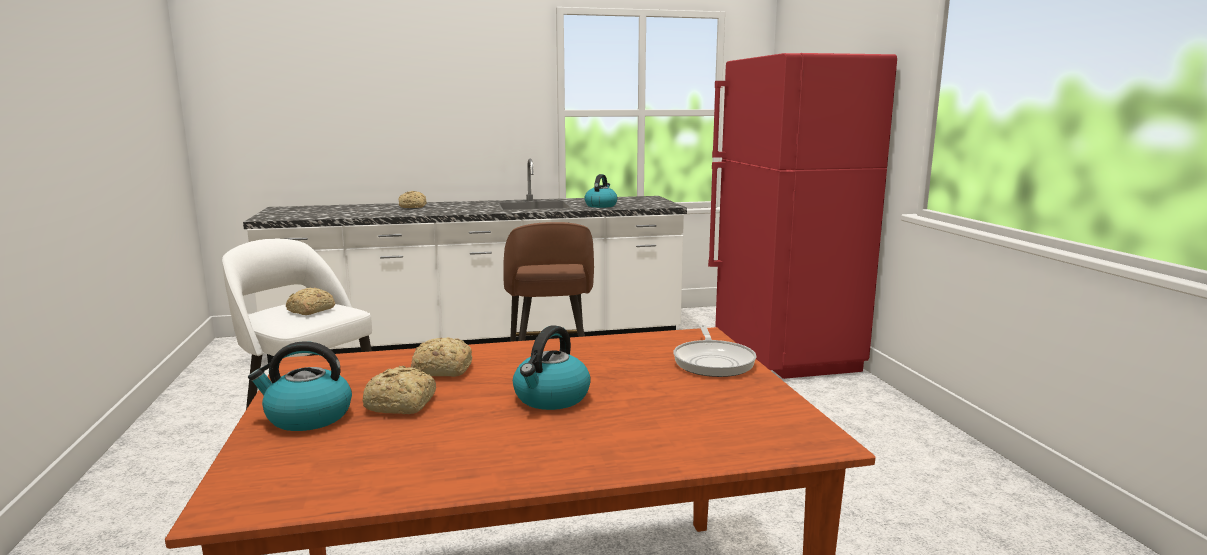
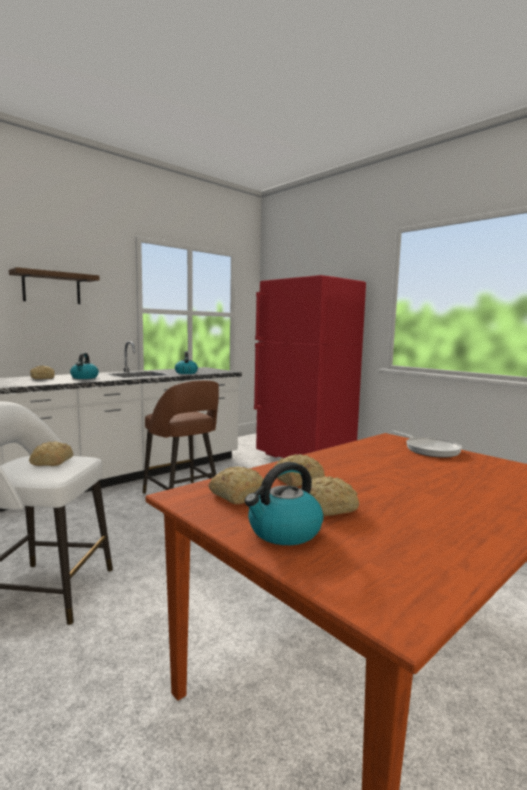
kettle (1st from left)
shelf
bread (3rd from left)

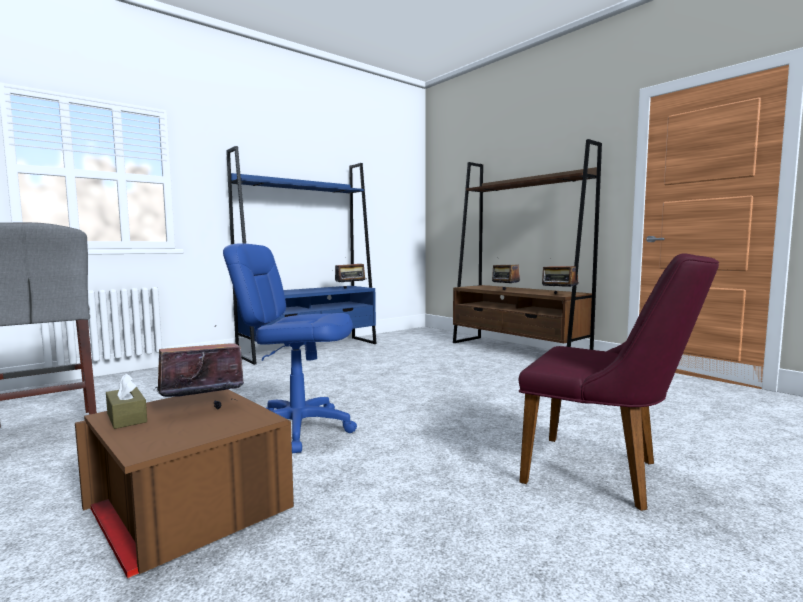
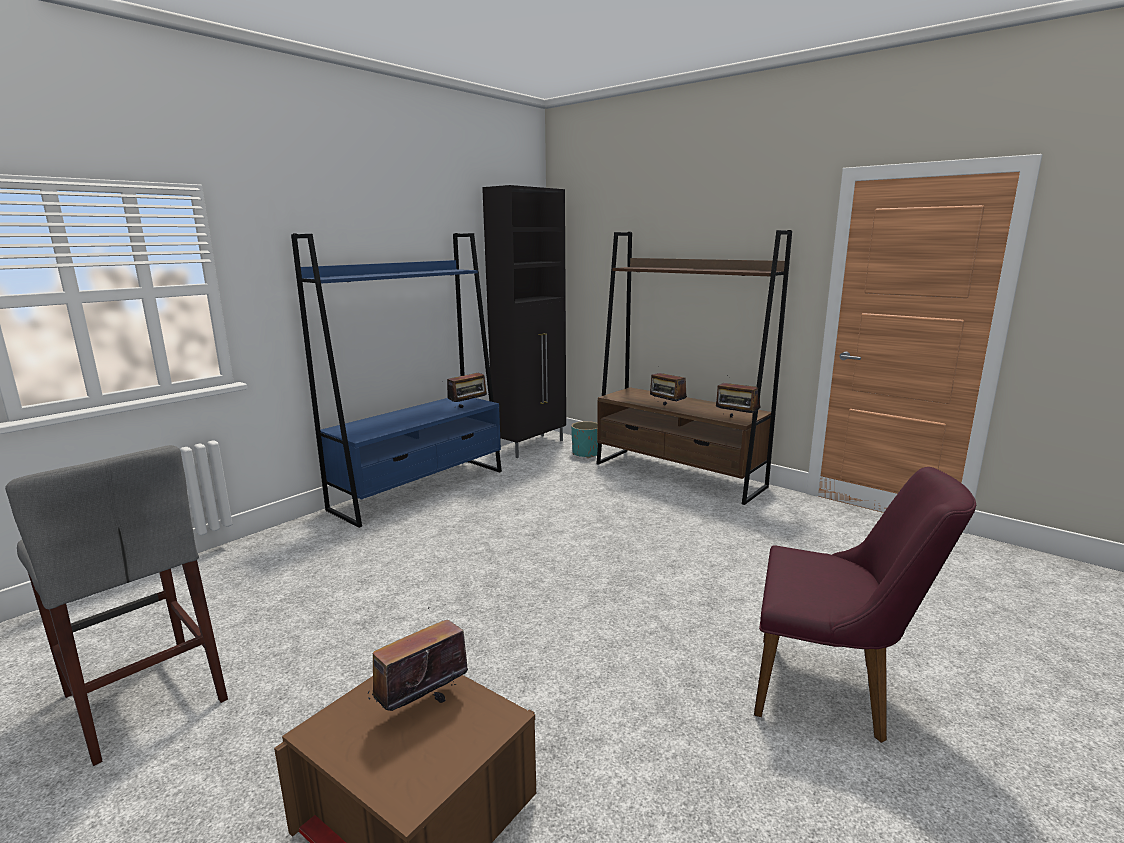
tissue box/brown
office chair/blue
cabinet/black
planter/turquoise

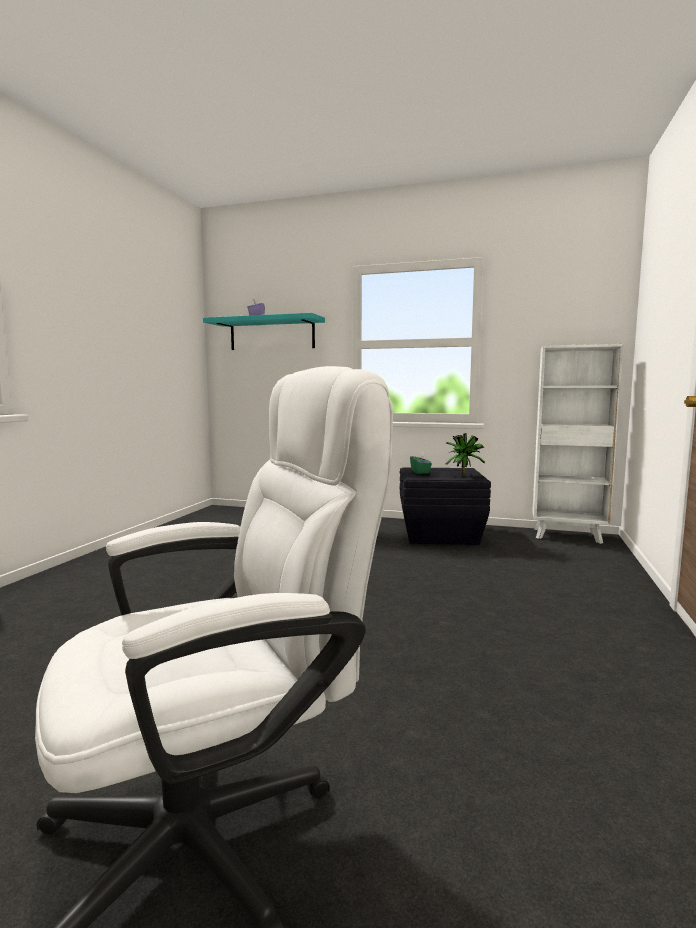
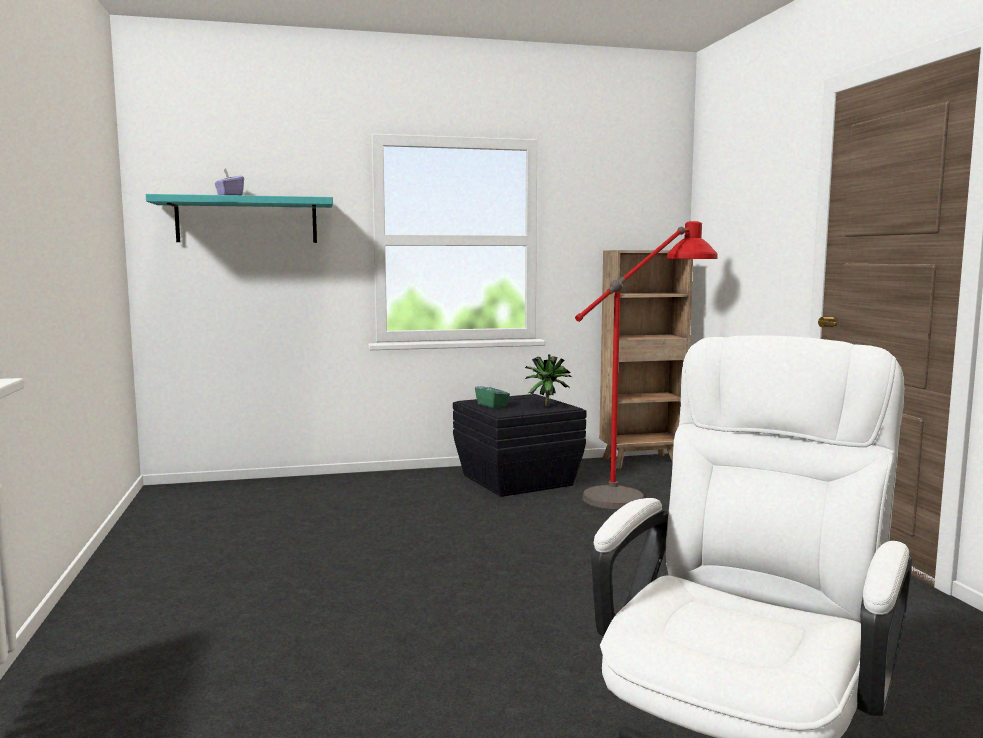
bookcase/brown
floor lamp/red

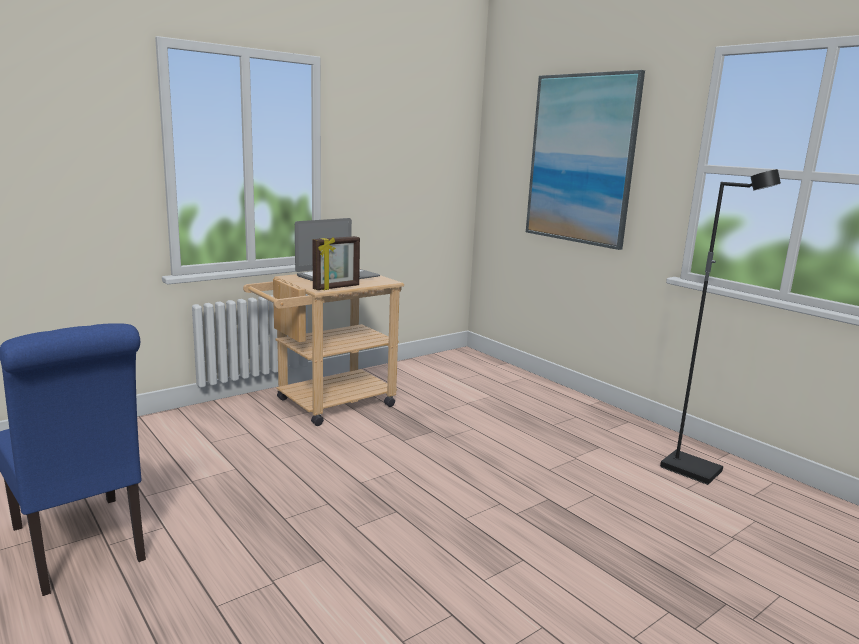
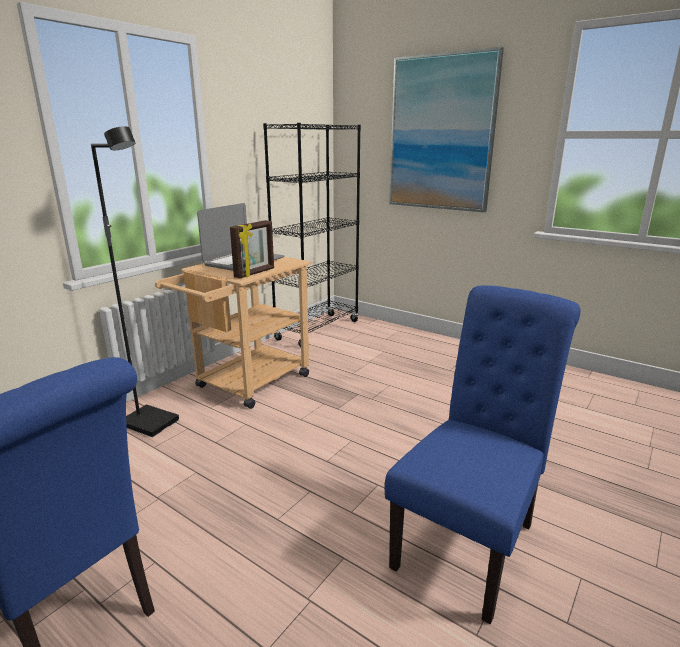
floor lamp/black
bookcase/black
chair/blue (2nd from left)

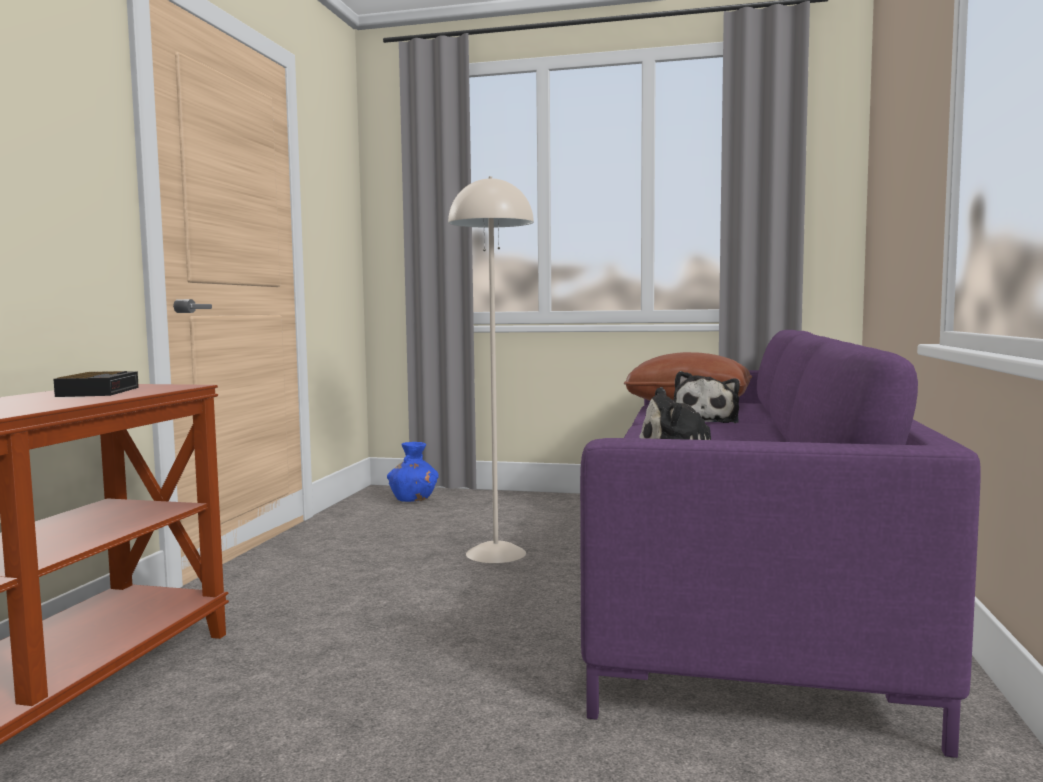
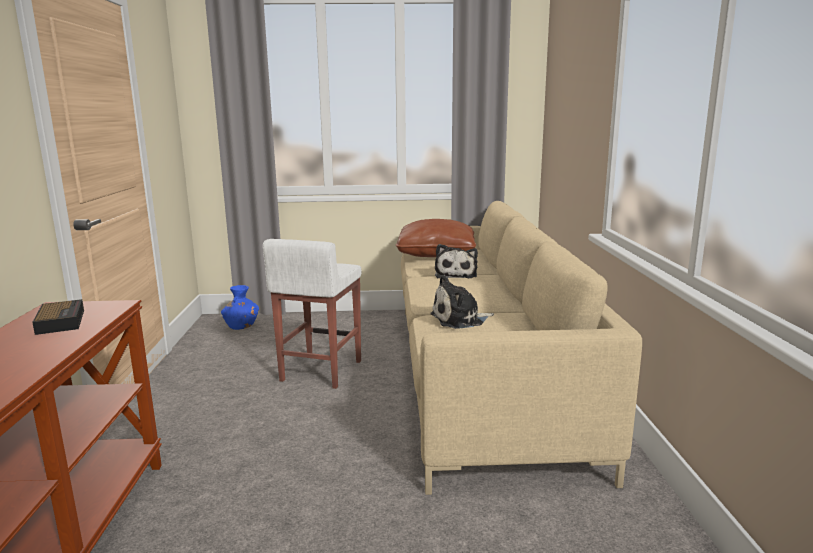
stool/white
sofa/beige

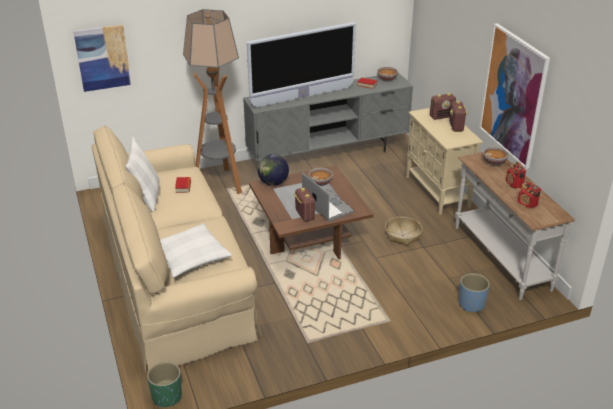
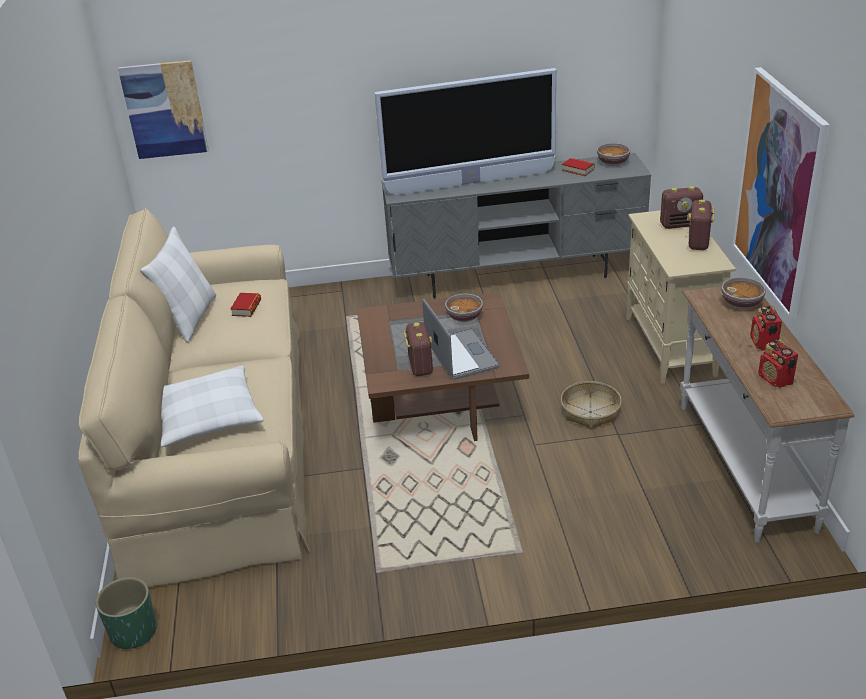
floor lamp
globe
planter/blue

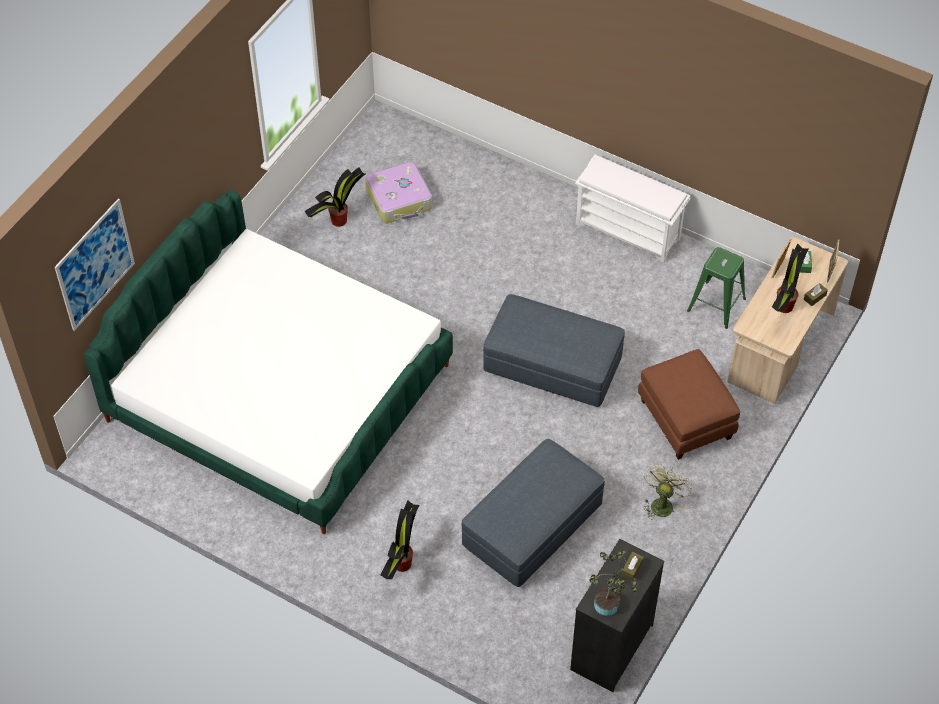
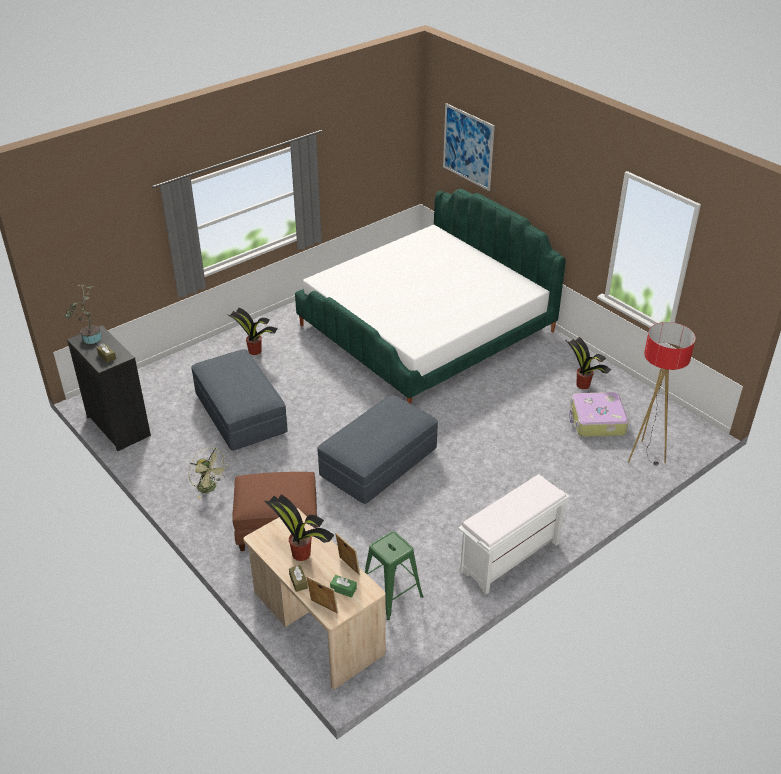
floor lamp

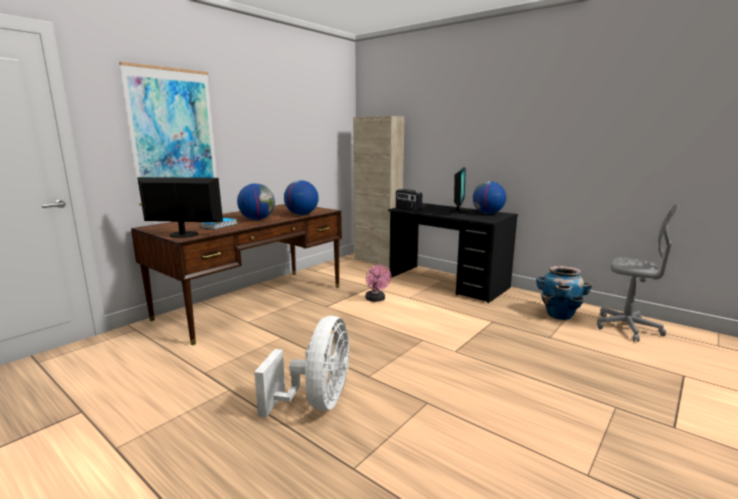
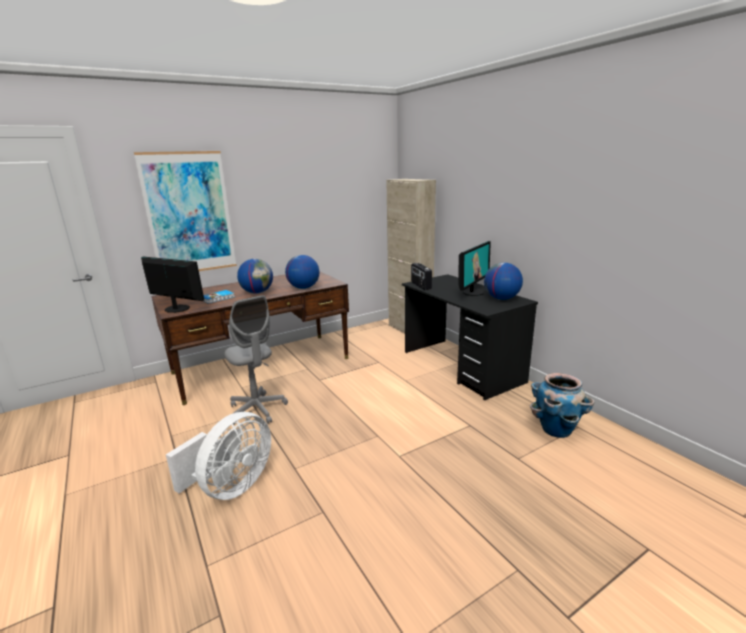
fan/pink
office chair/grey

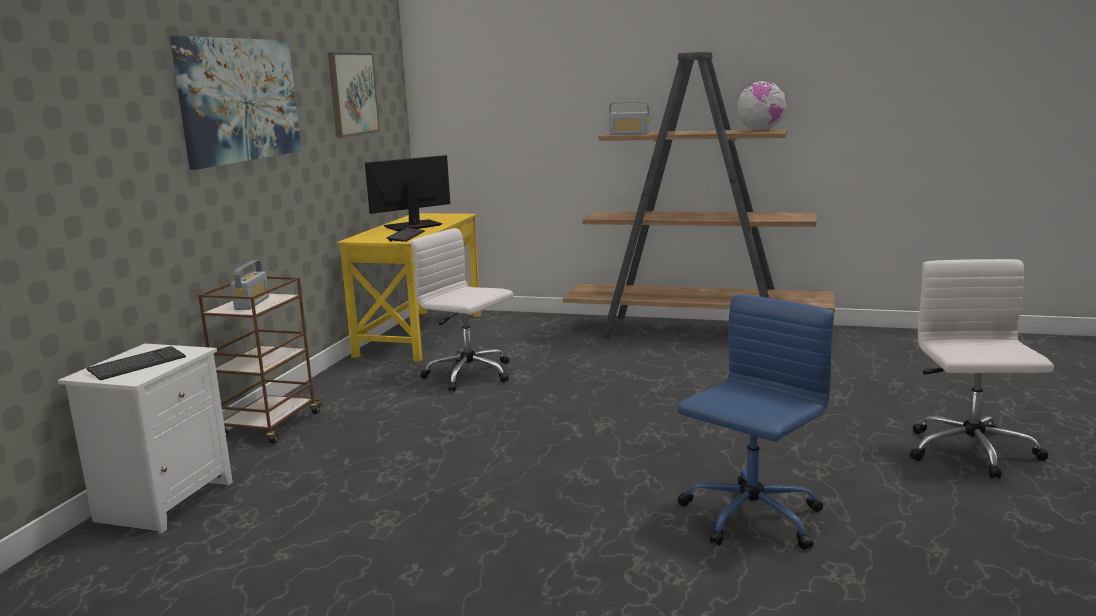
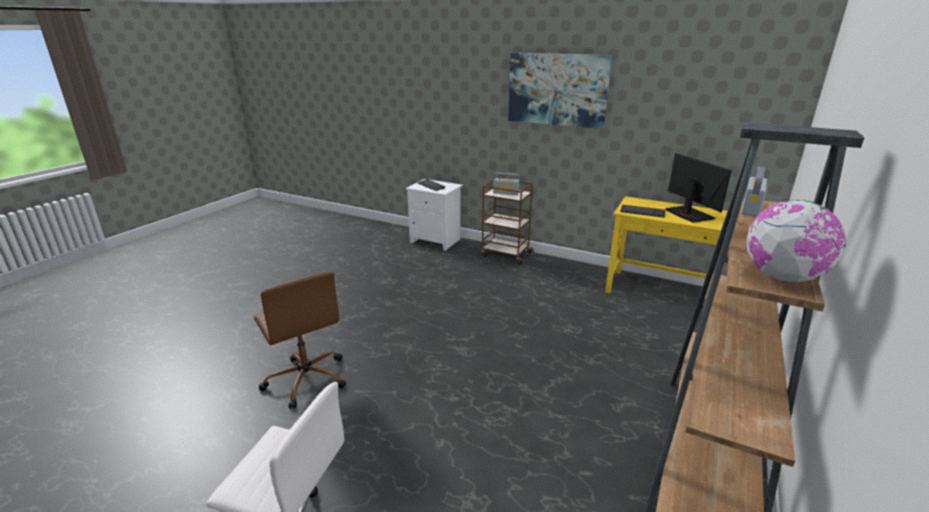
picture (2nd from left in the first image)
office chair/white (1st from left in the first image)
office chair/brown

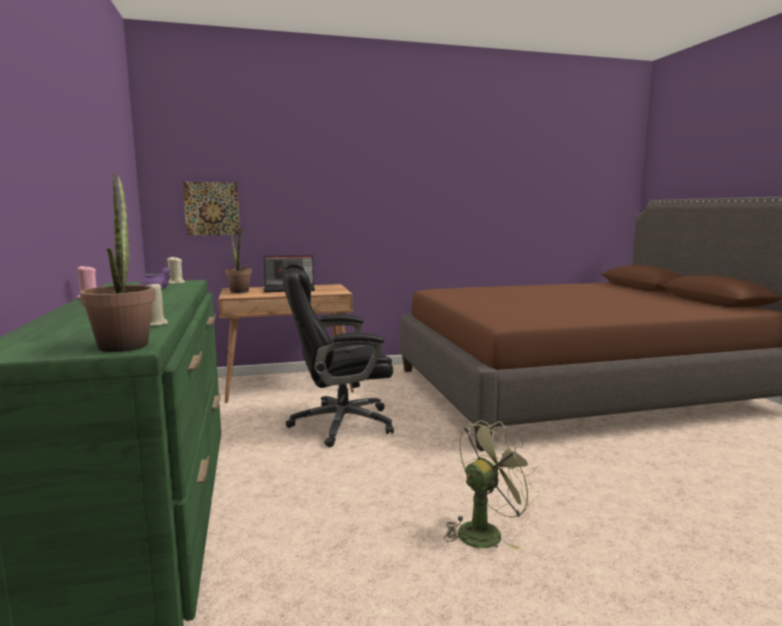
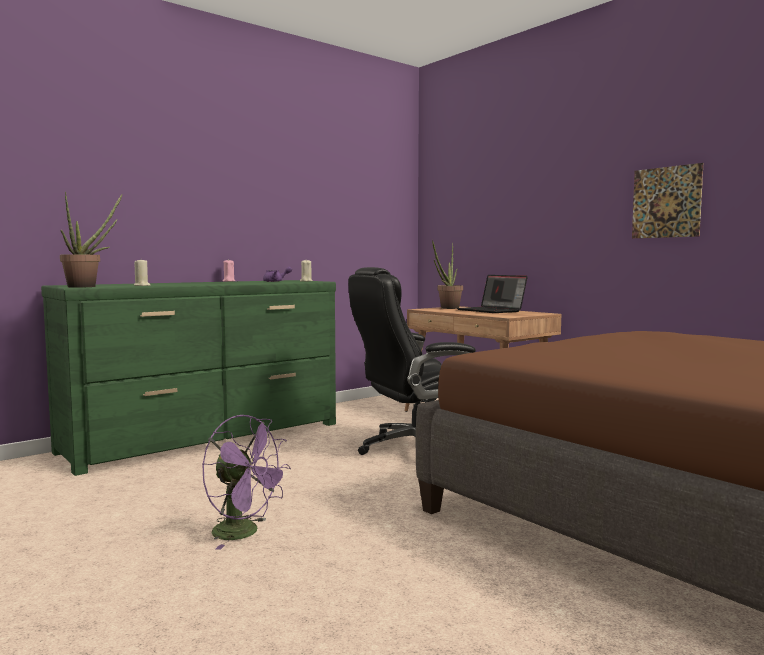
picture
office chair/black
fan/purple

